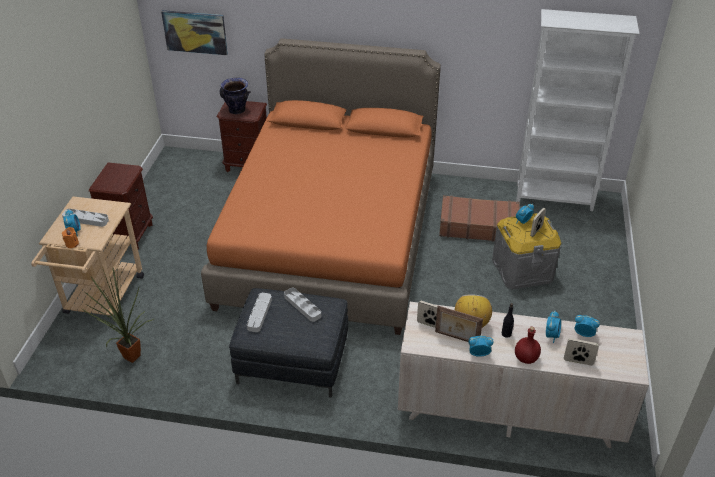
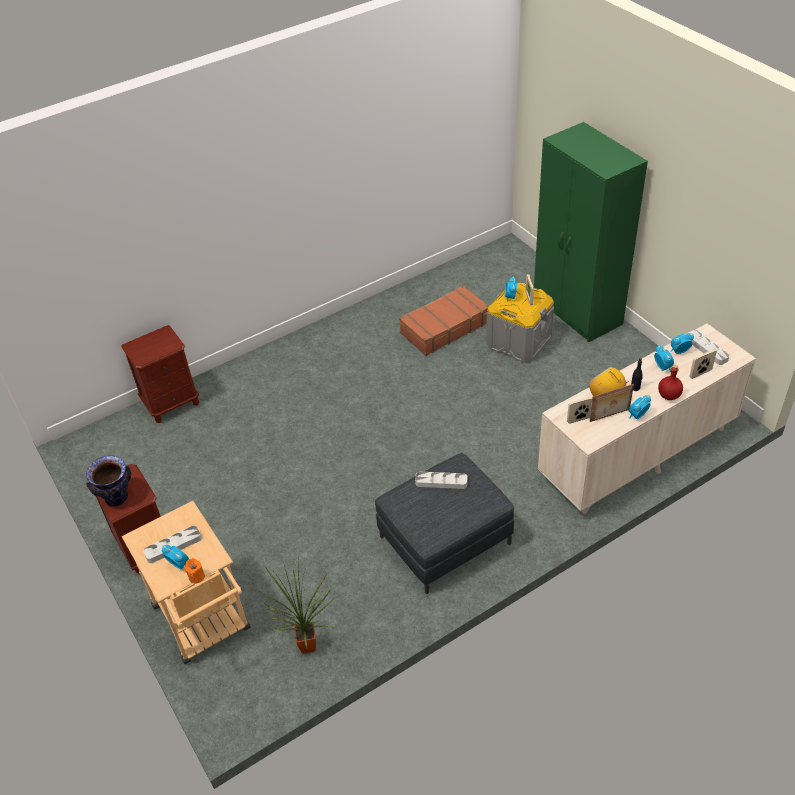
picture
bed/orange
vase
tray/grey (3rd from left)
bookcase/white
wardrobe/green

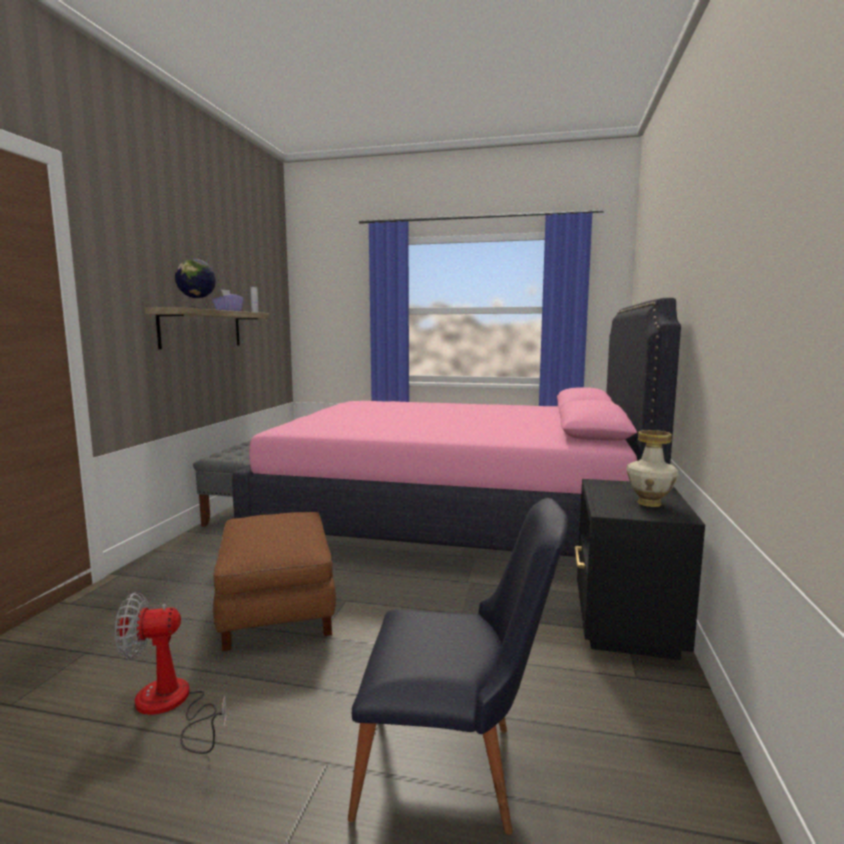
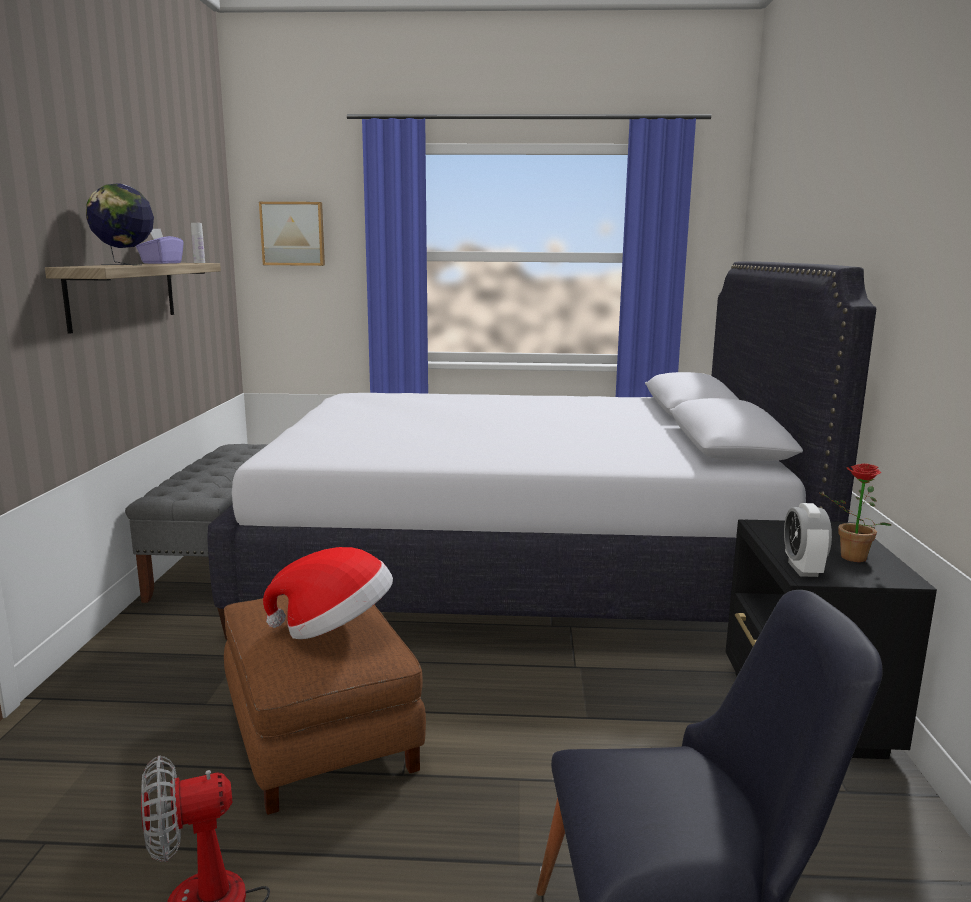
bed/white
potted plant
picture
hat
alarm clock

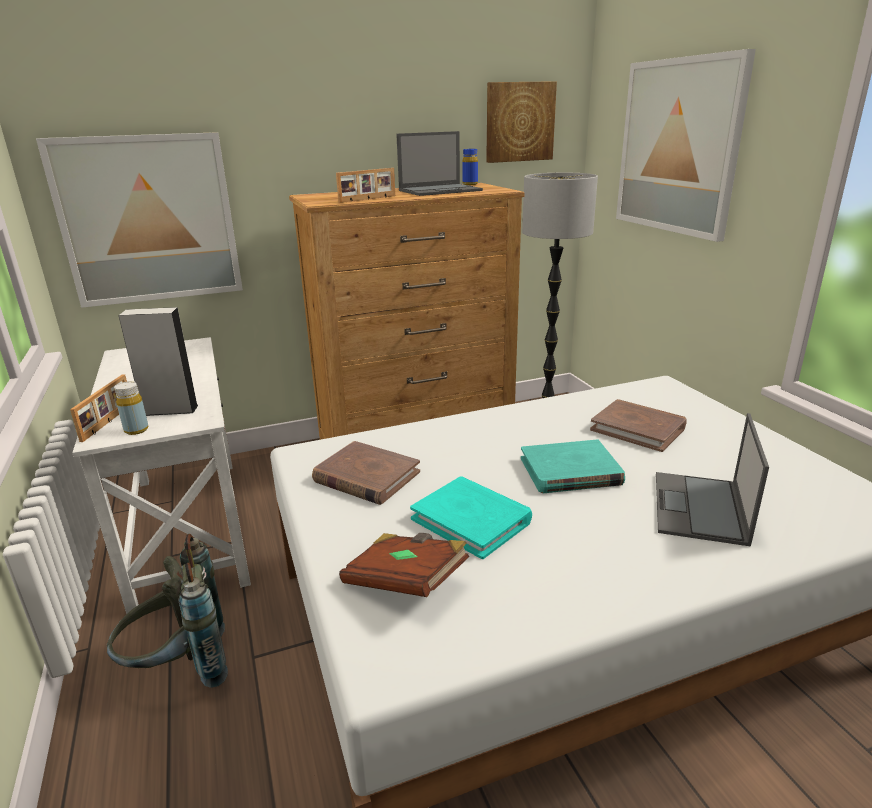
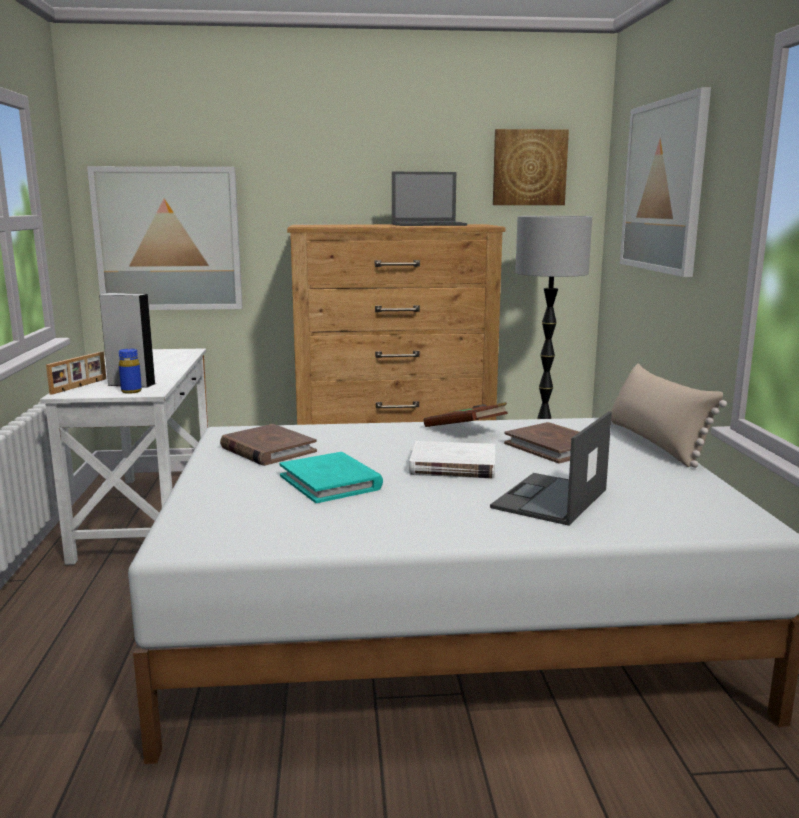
backpack/grey
bottle/yellow
picture frame (2nd from left in the first image)
book/brown (2nd from left)
bottle/blue
book/white
pillow/beige

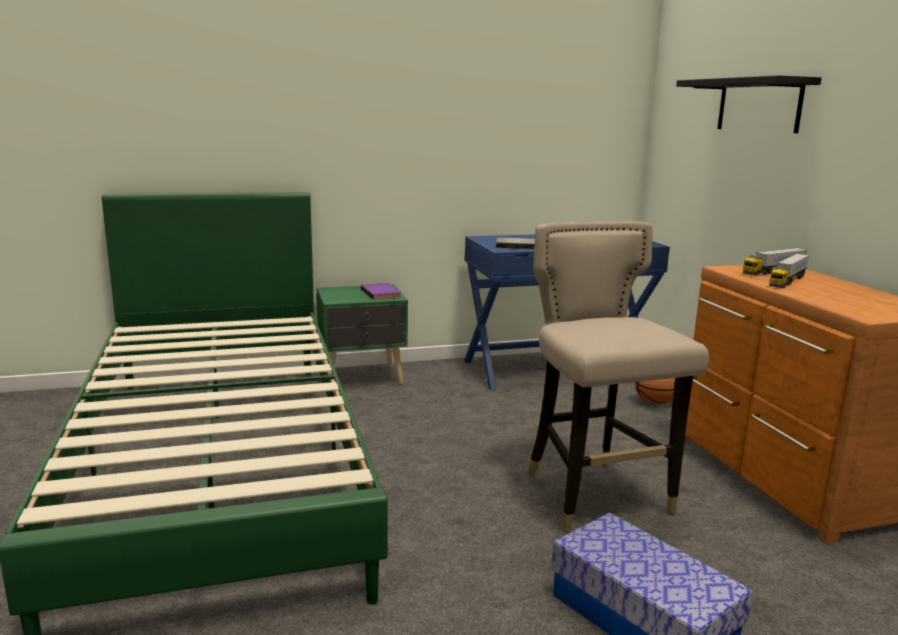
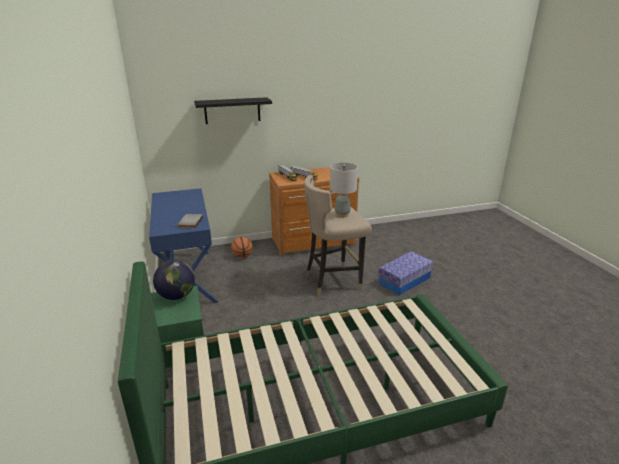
globe
table lamp/grey

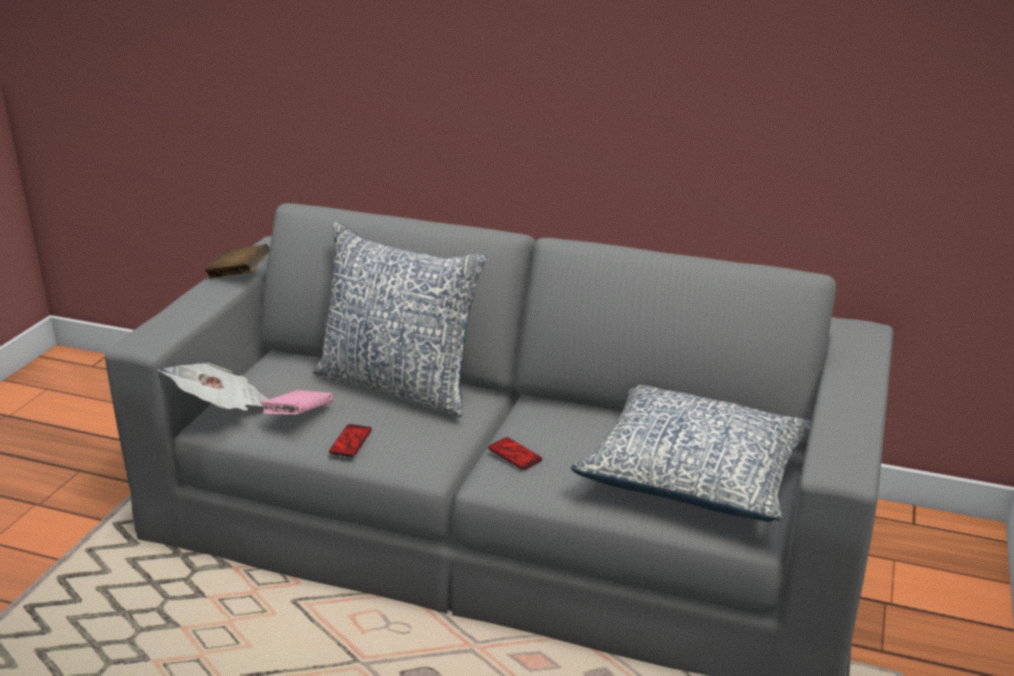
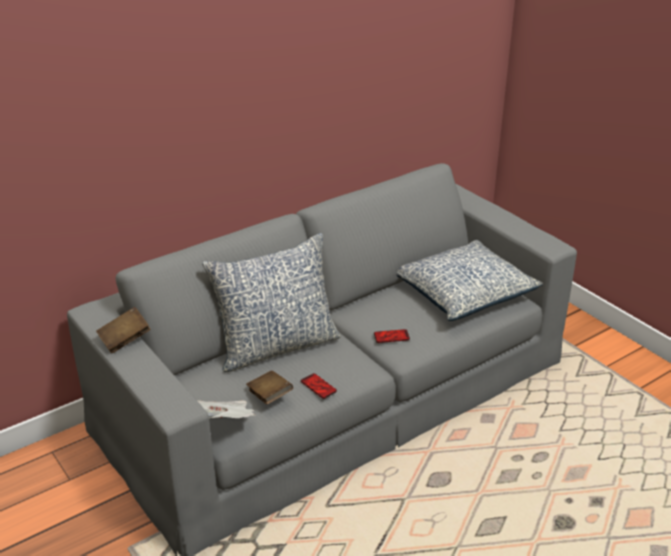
book/brown (2nd from left)

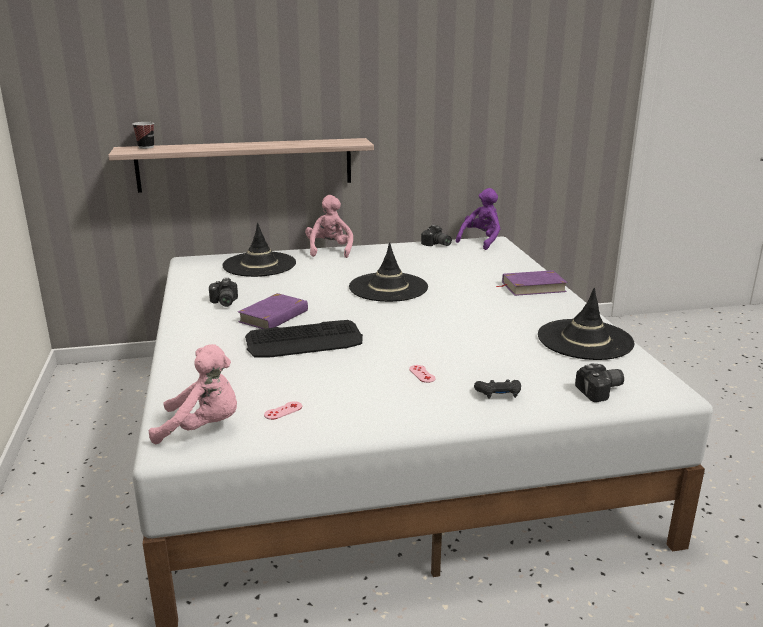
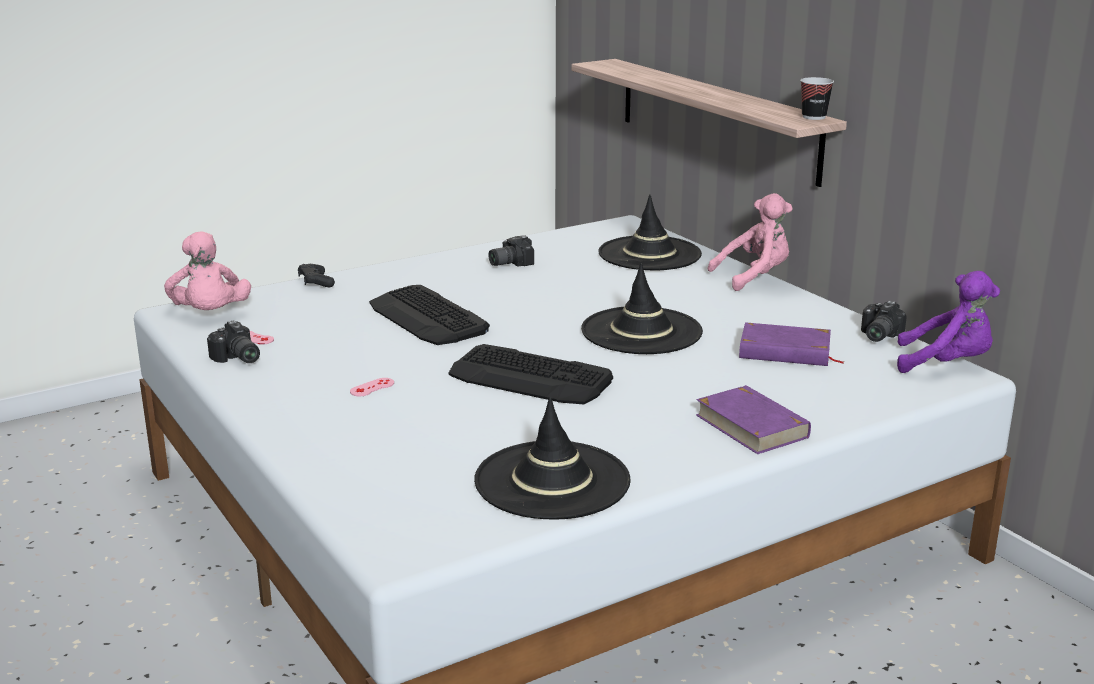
cup
book/purple (2nd from left)
game controller/black
photo camera (1st from left)
keyboard (2nd from left)

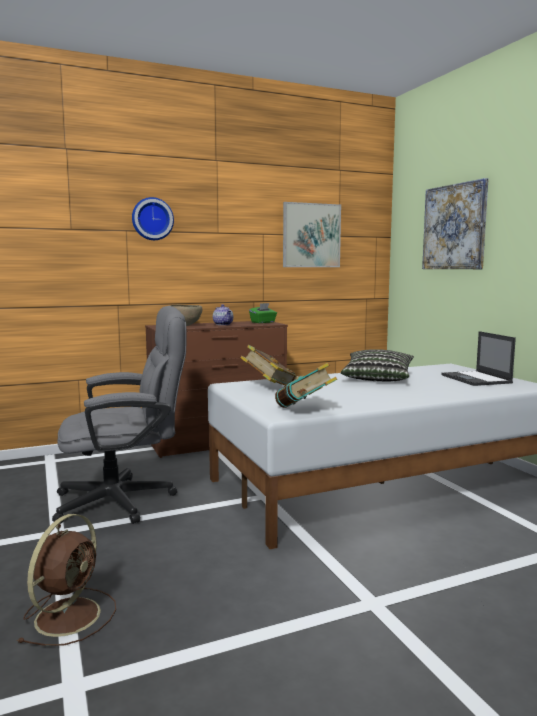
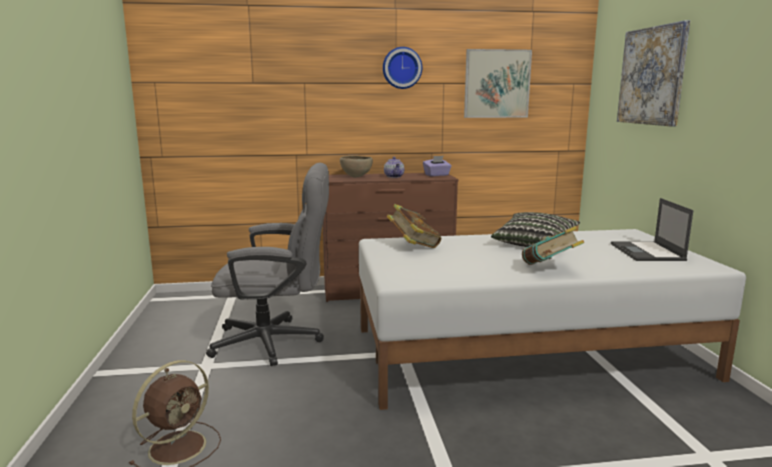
wall clock
tissue box/purple
book (2nd from left)

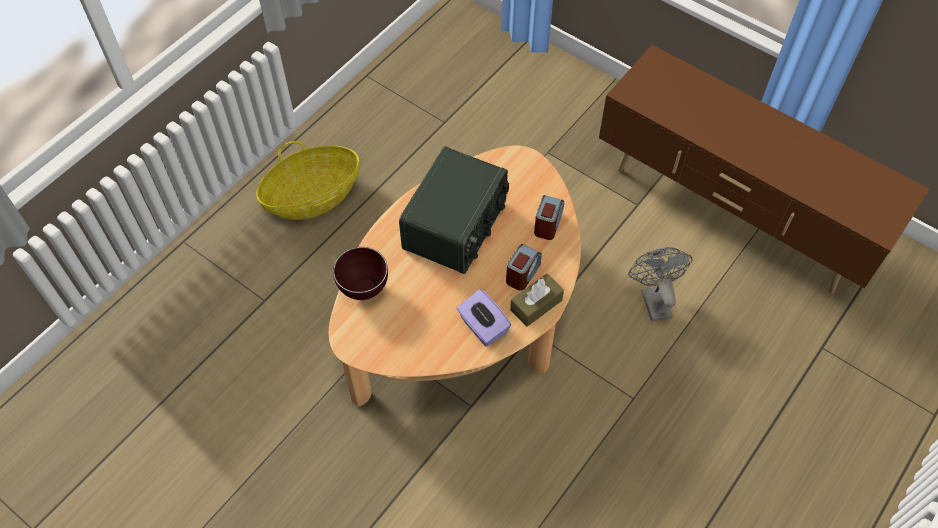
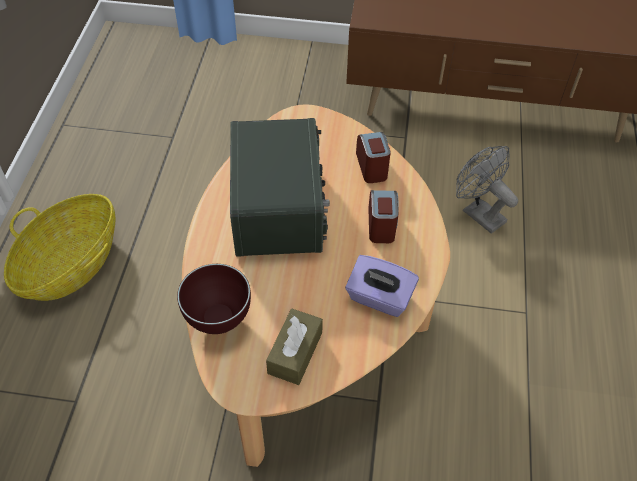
tissue box/brown

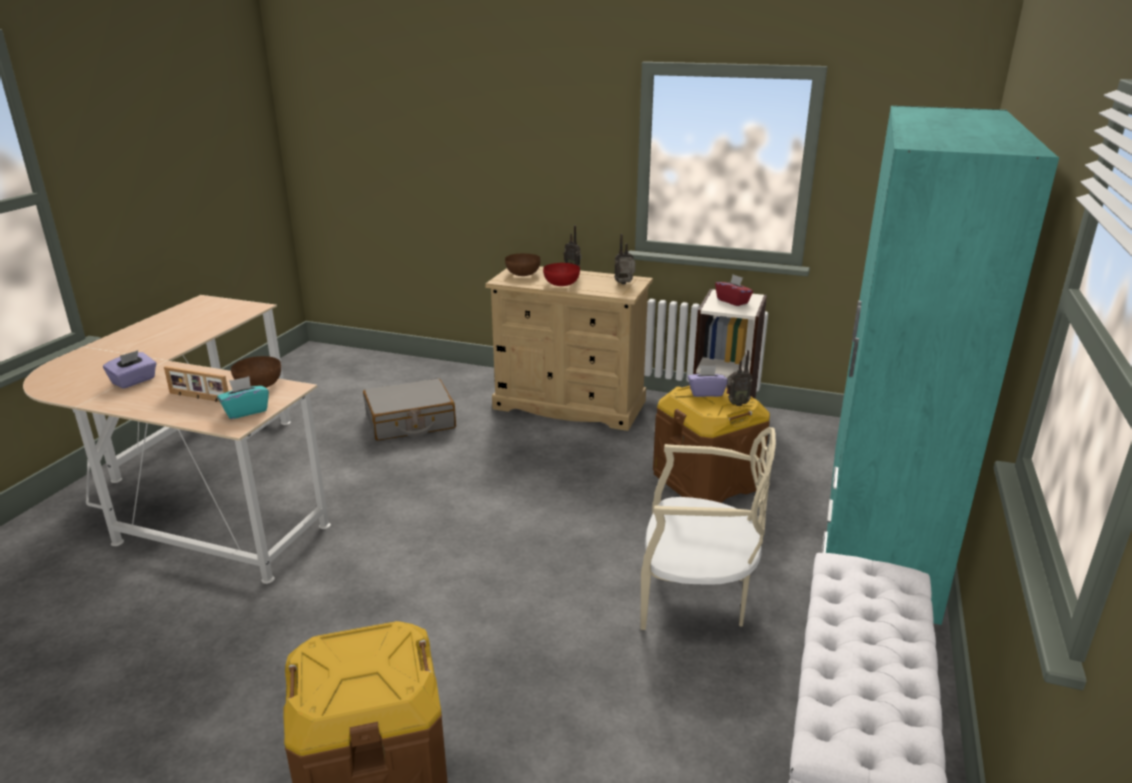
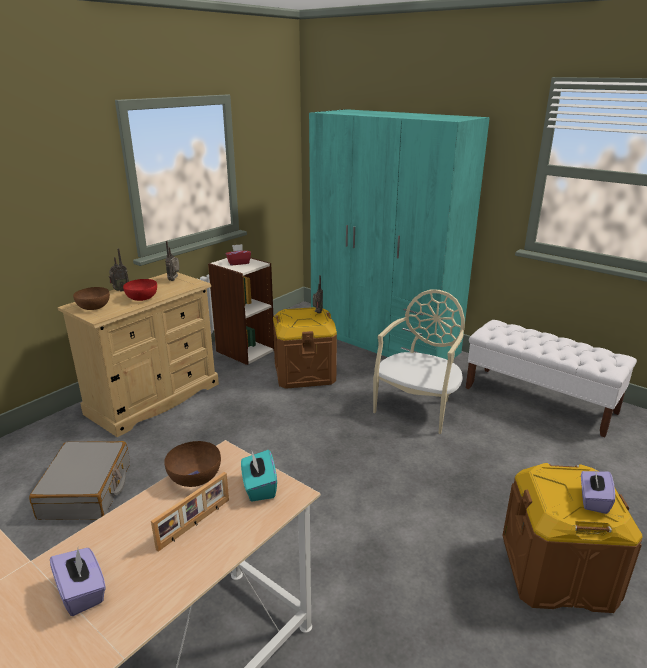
tissue box/purple (2nd from left)

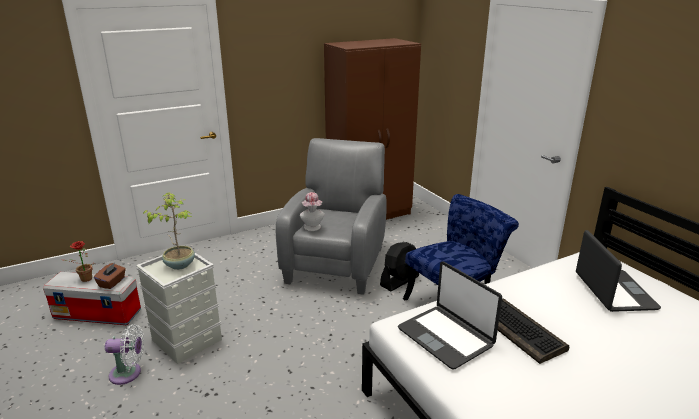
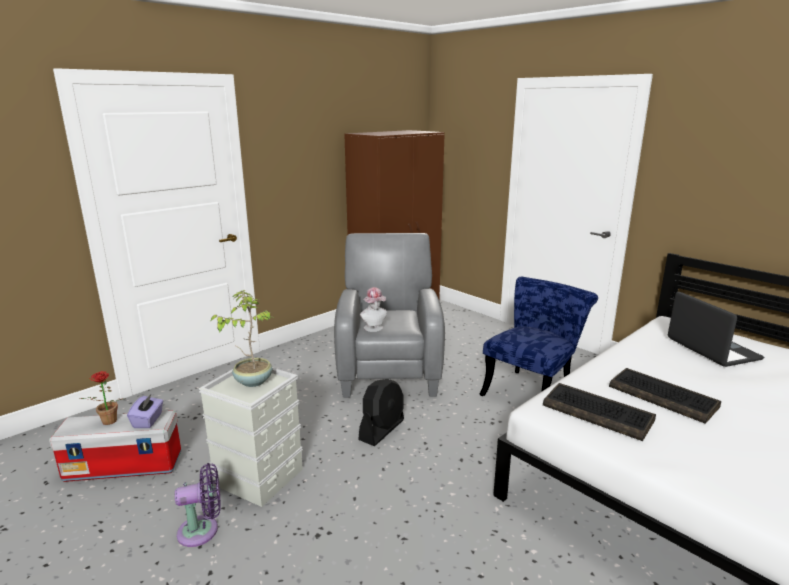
tissue box/purple
fan/purple
fan/black
keyboard (1st from left)

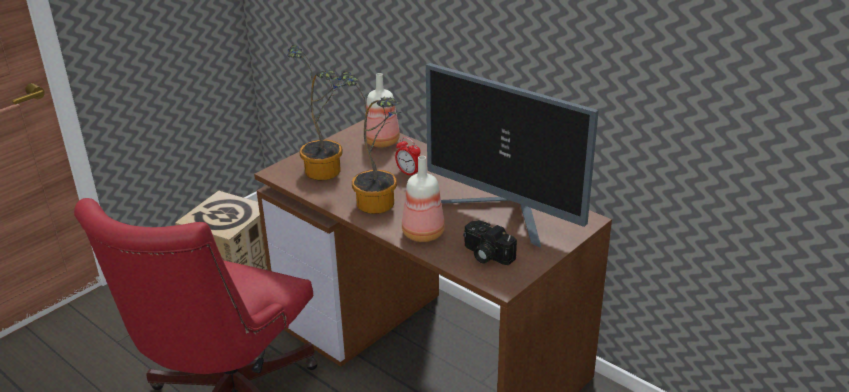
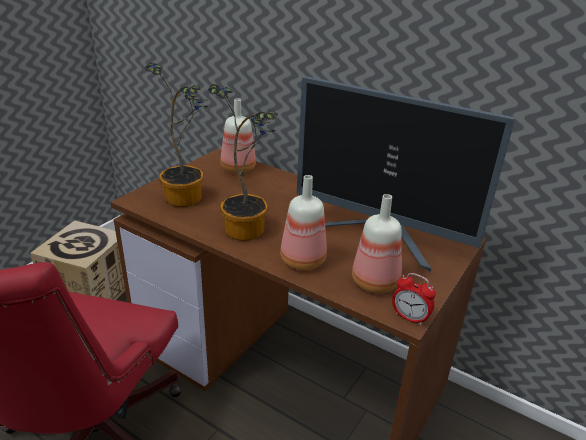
alarm clock
bottle (3rd from left)

